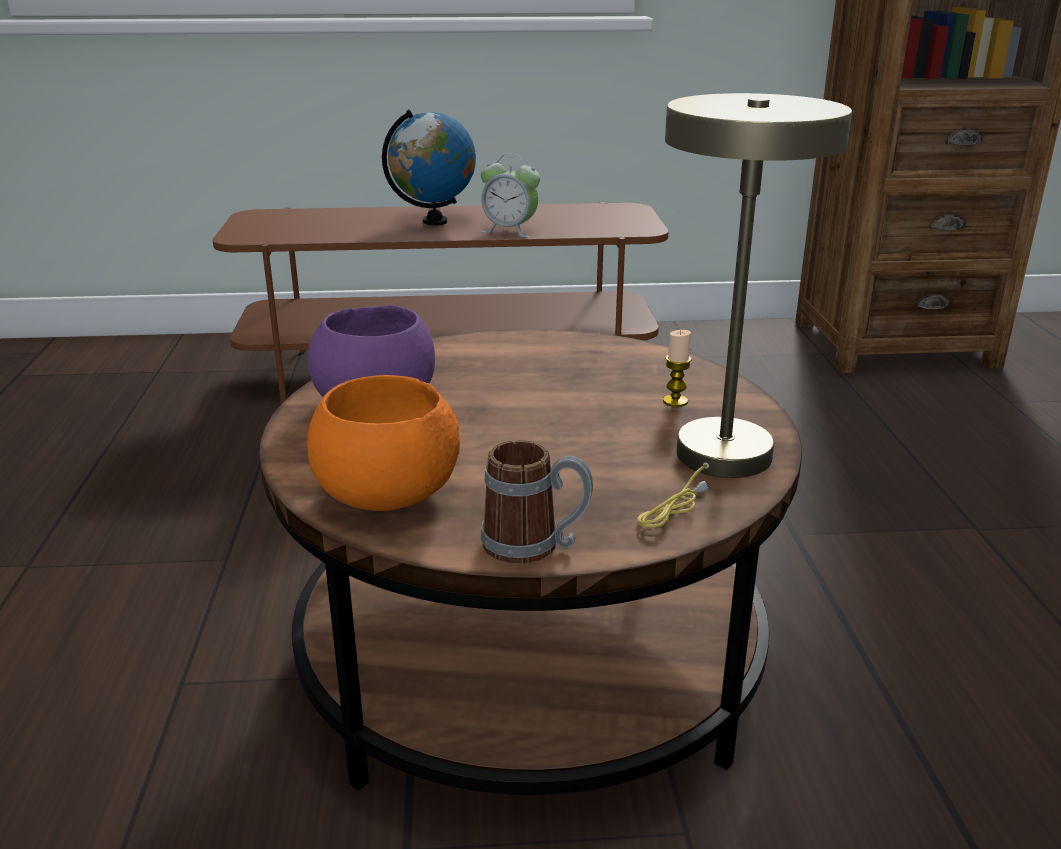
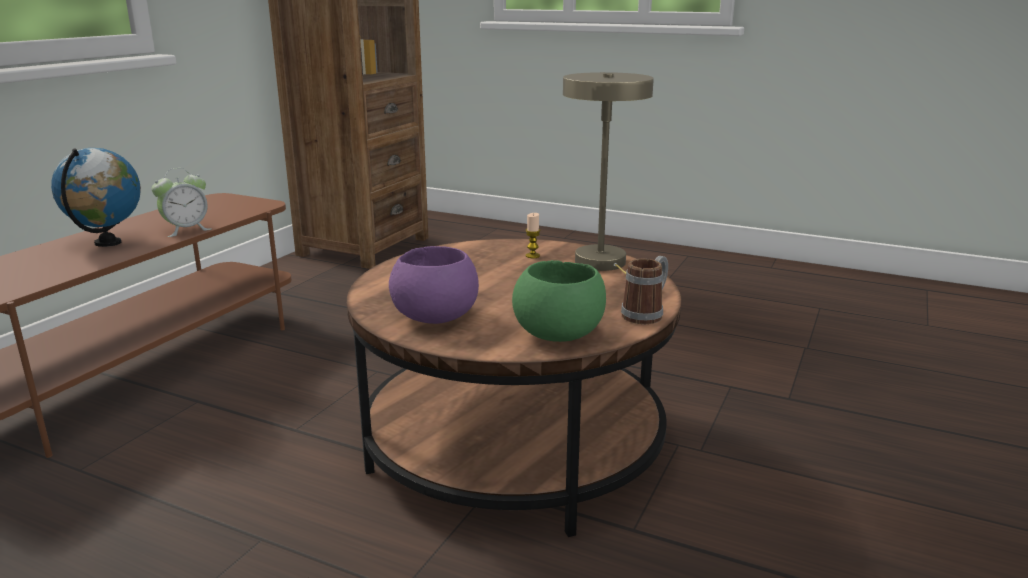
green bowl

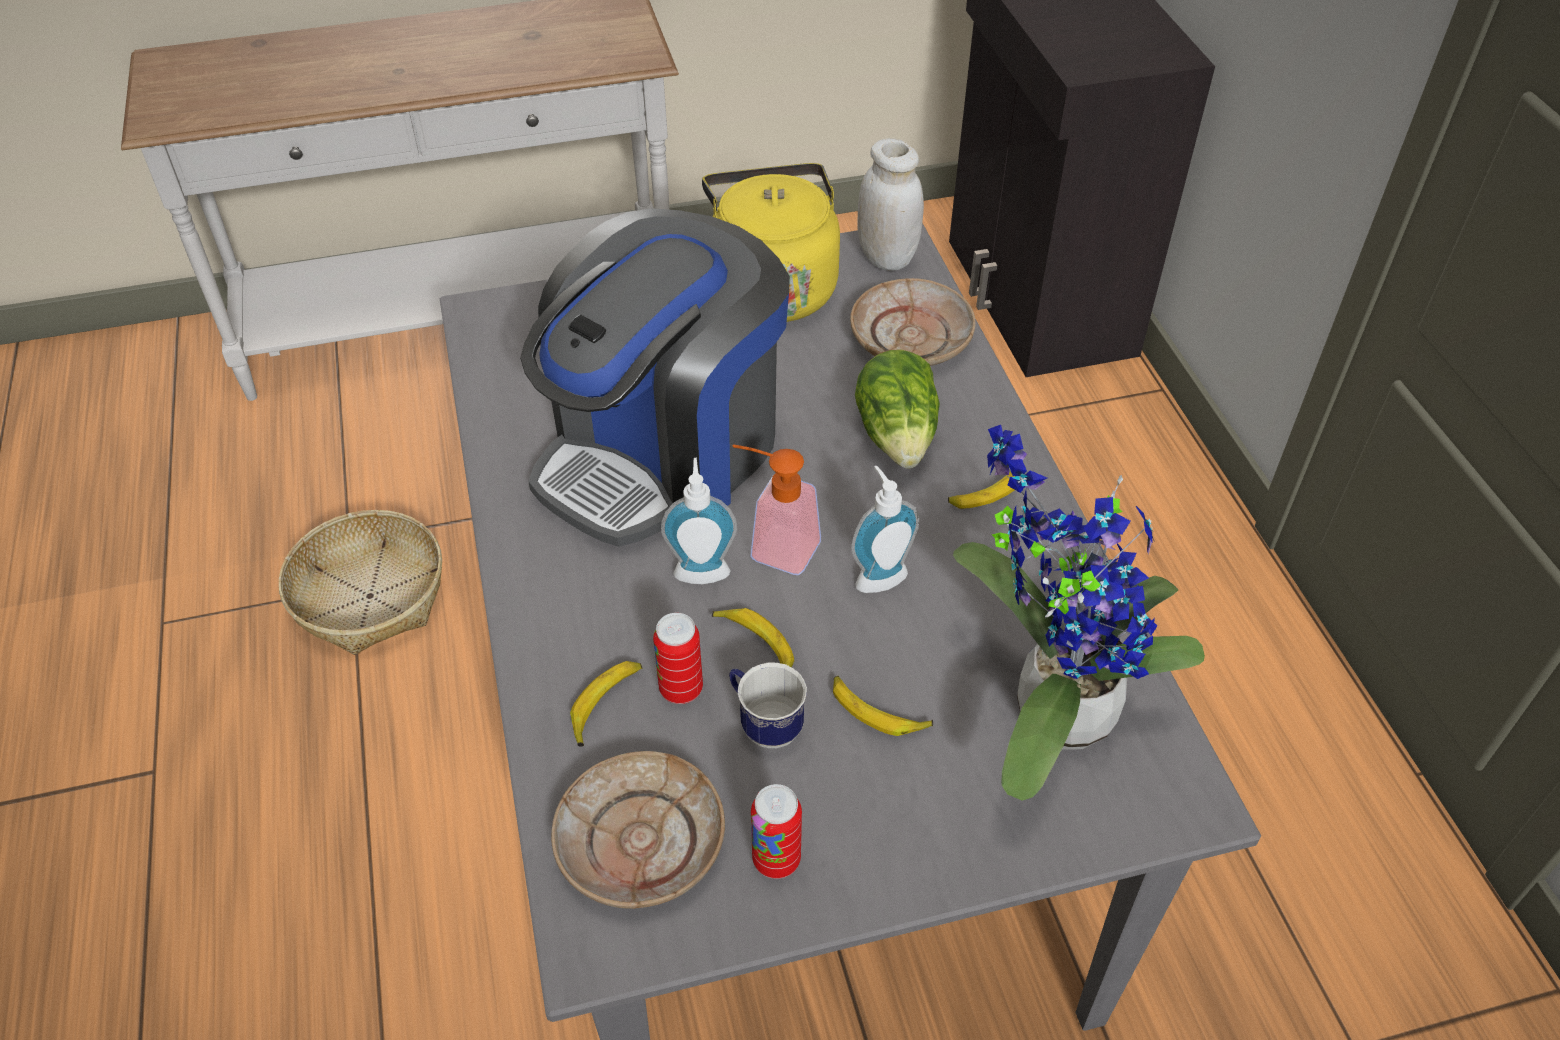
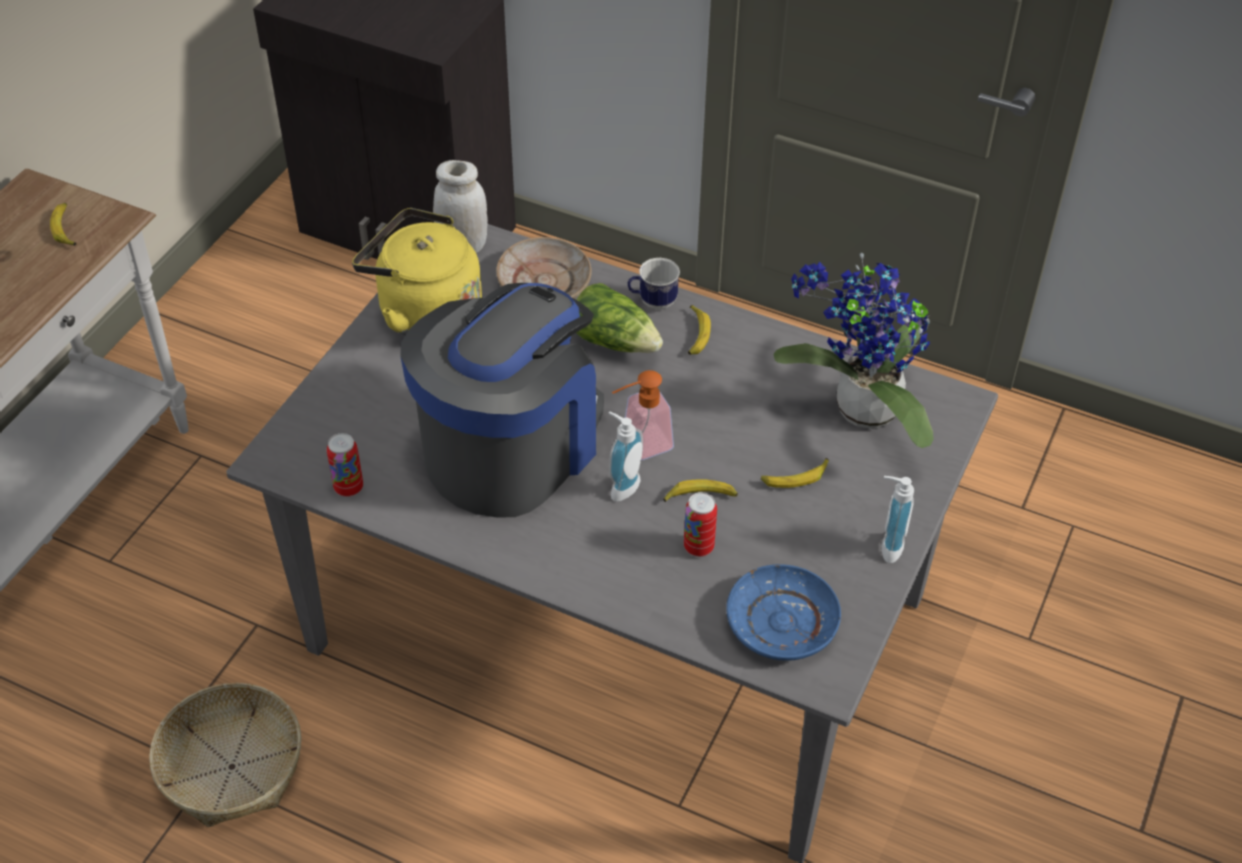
banana (no. 1 from left)
can (no. 1 from left)
coffee machine
mug
blue plate
soap dispenser (no. 3 from left)

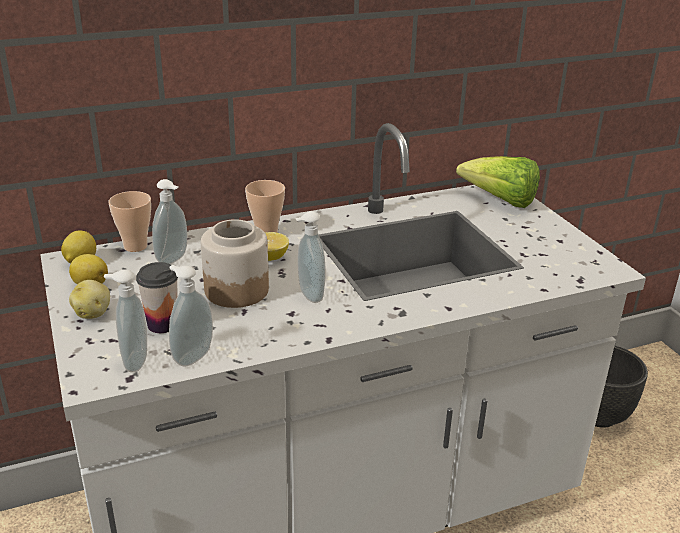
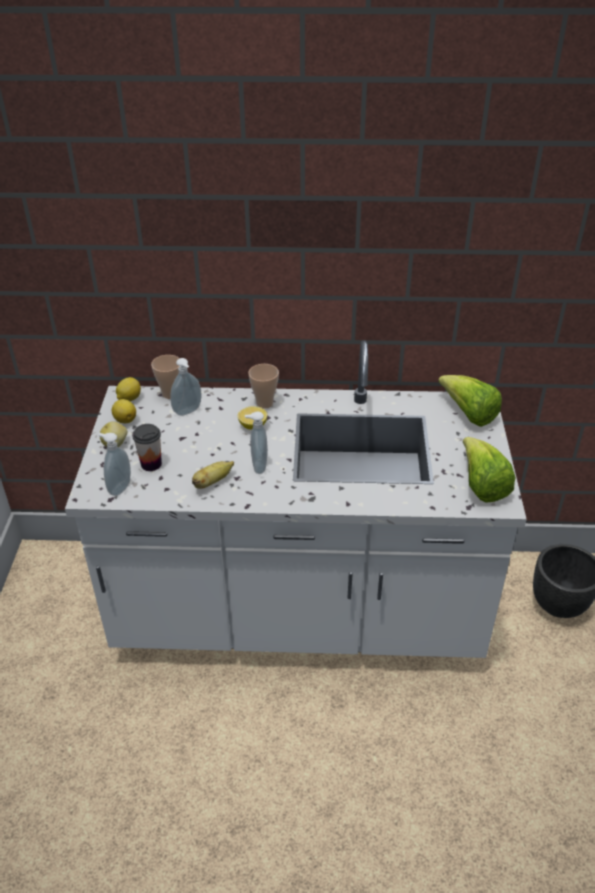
banana
lettuce (no. 2 from left)
soap dispenser (no. 3 from left in the first image)
jar

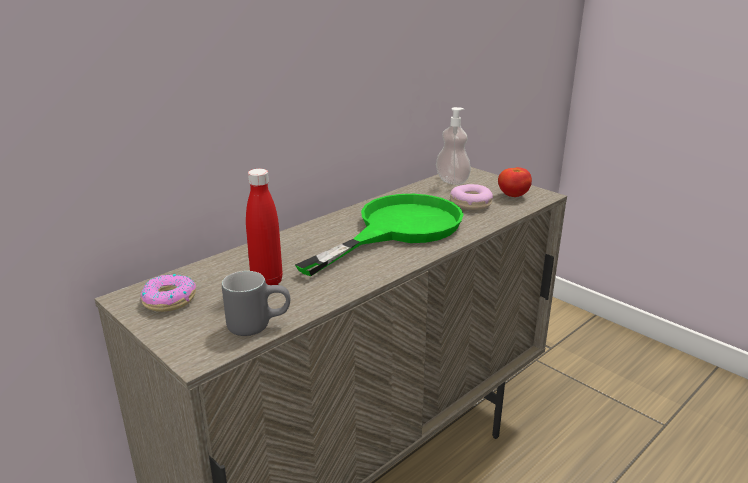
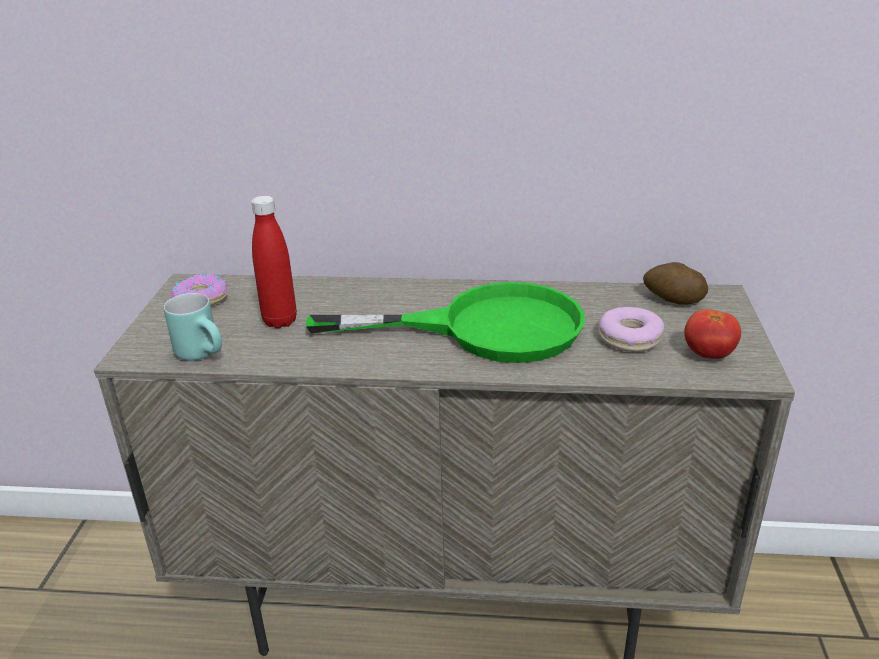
turquoise mug
potato

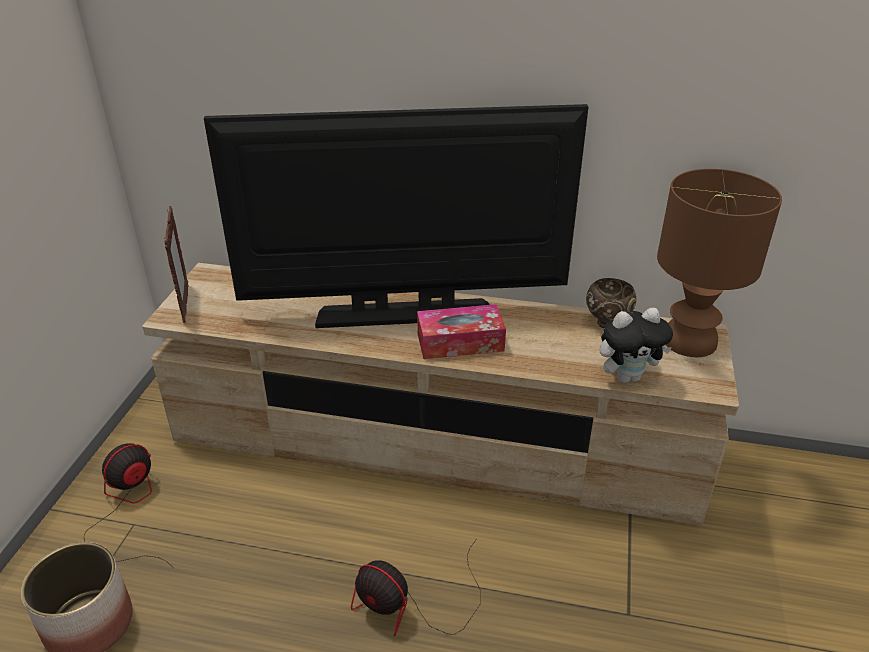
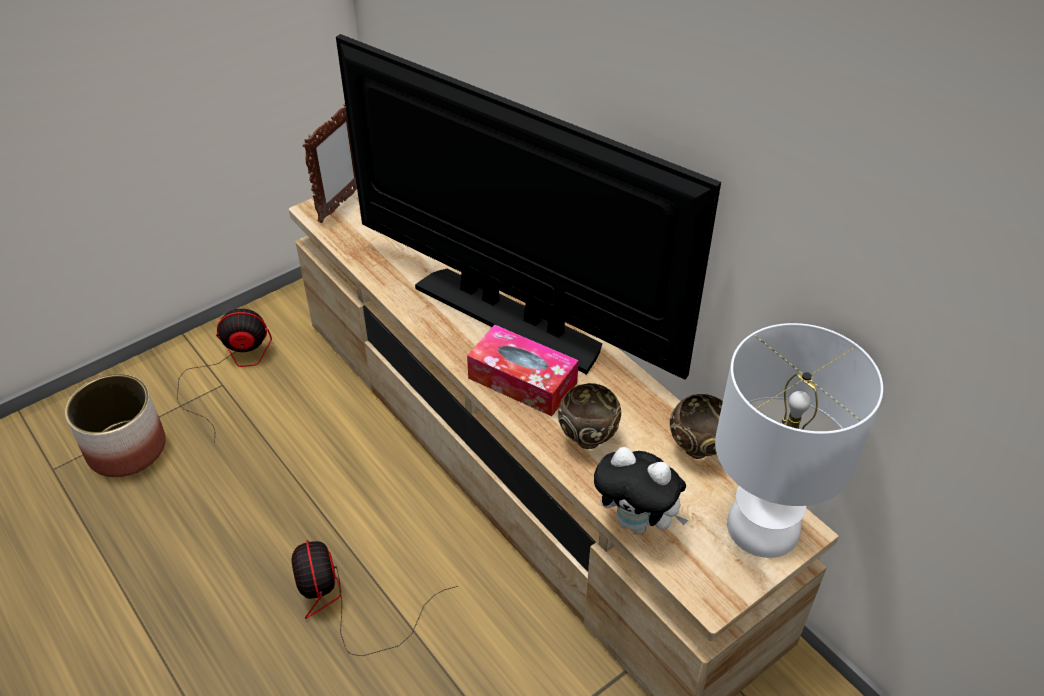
brown bowl (no. 1 from left)
white table lamp

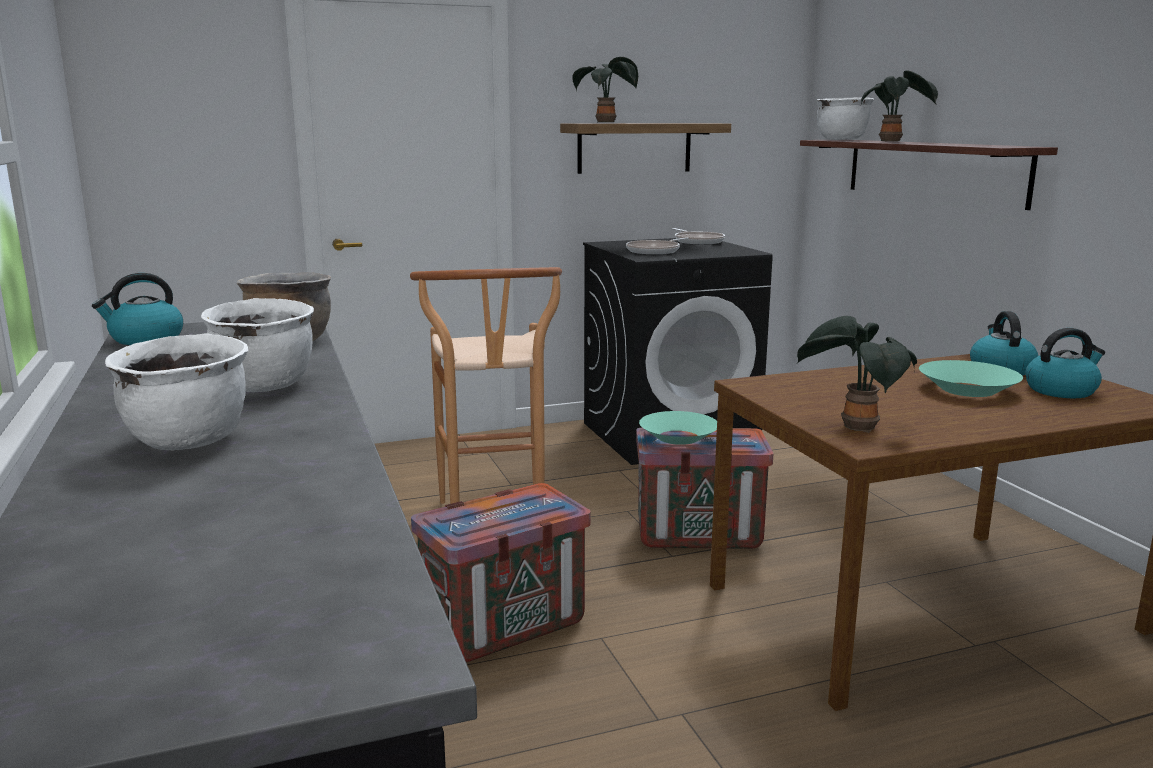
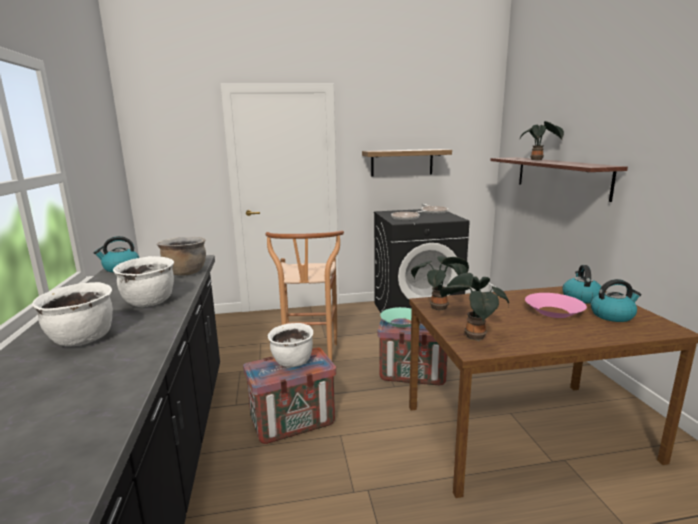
white cooking pot (no. 3 from left)
potted plant (no. 1 from left)
pink bowl

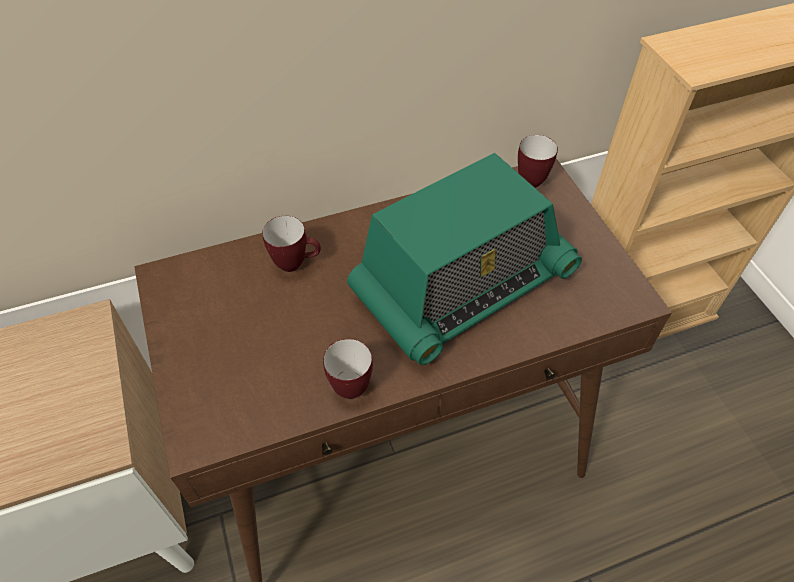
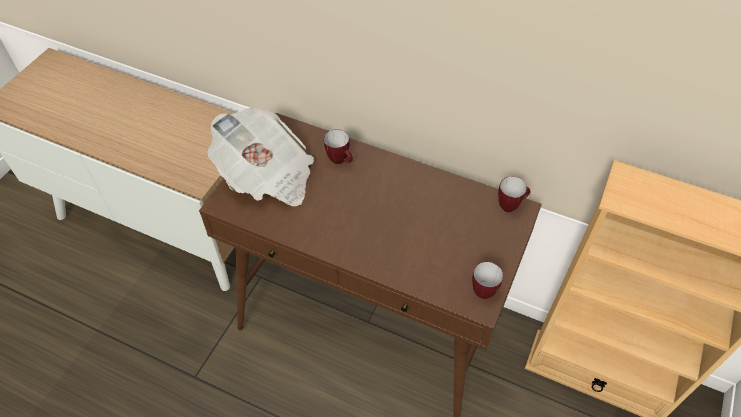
newspaper
mug (no. 2 from left)
radio

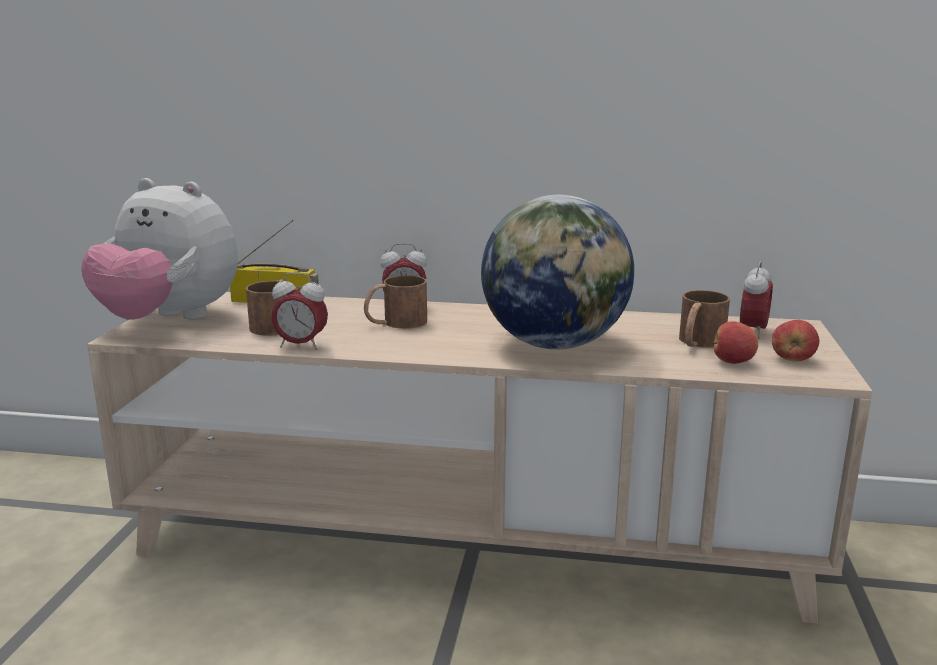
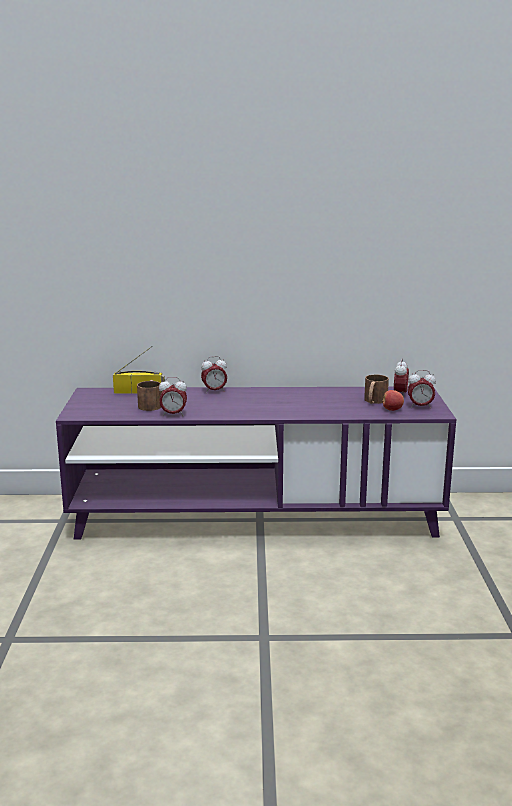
purple tv stand
alarm clock (no. 4 from left)
plush toy
brown mug (no. 2 from left in the first image)
globe

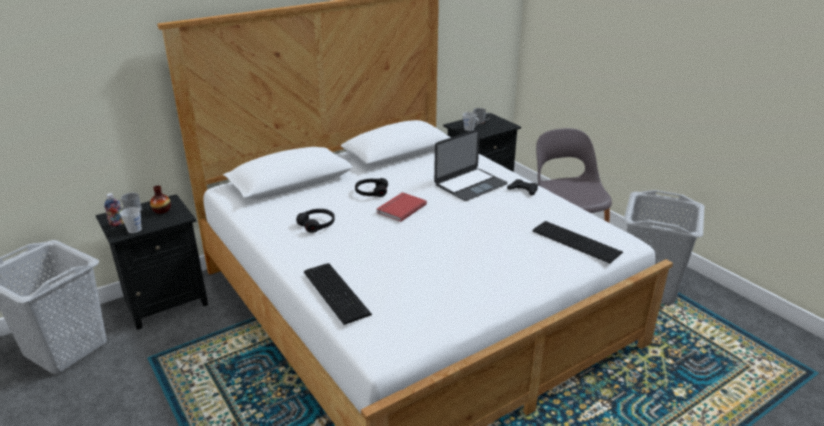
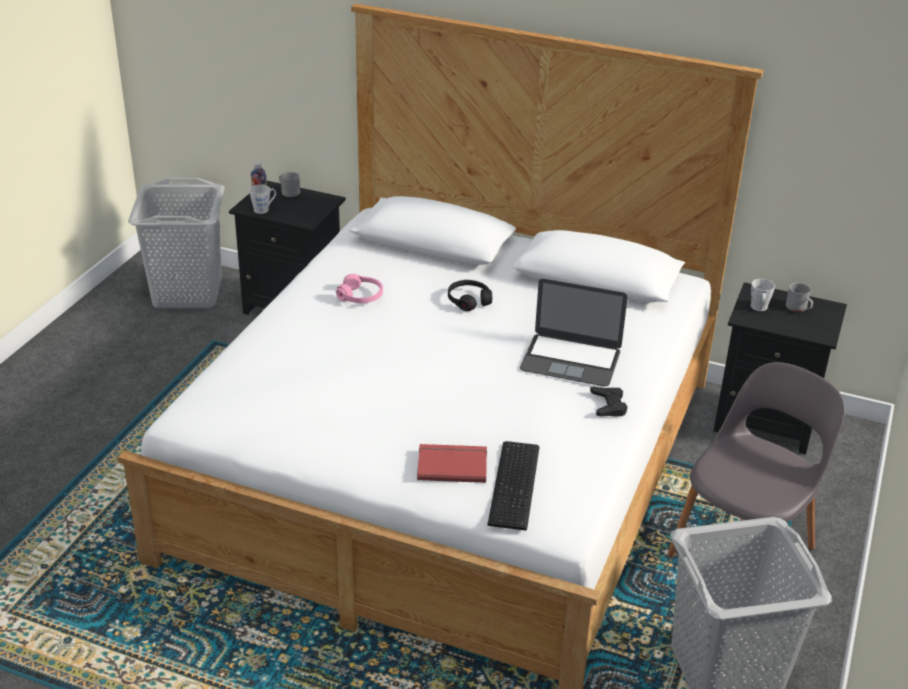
pink headphones
red book
vase
keyboard (no. 1 from left in the first image)

